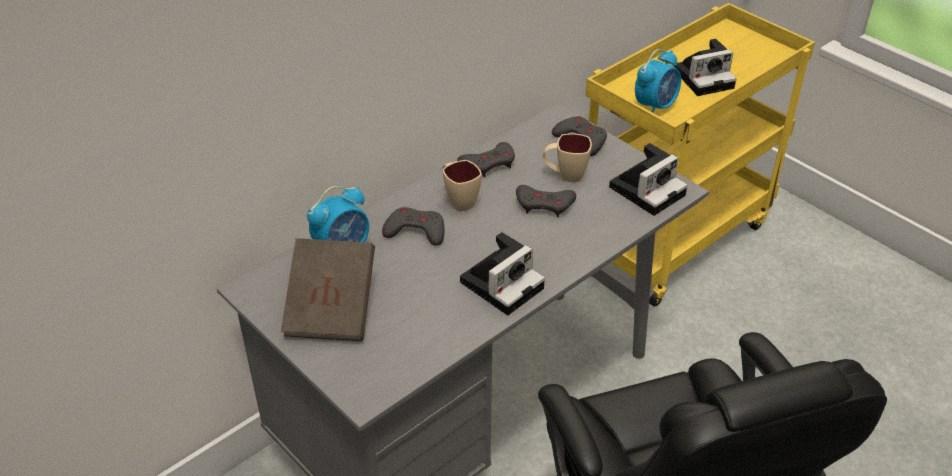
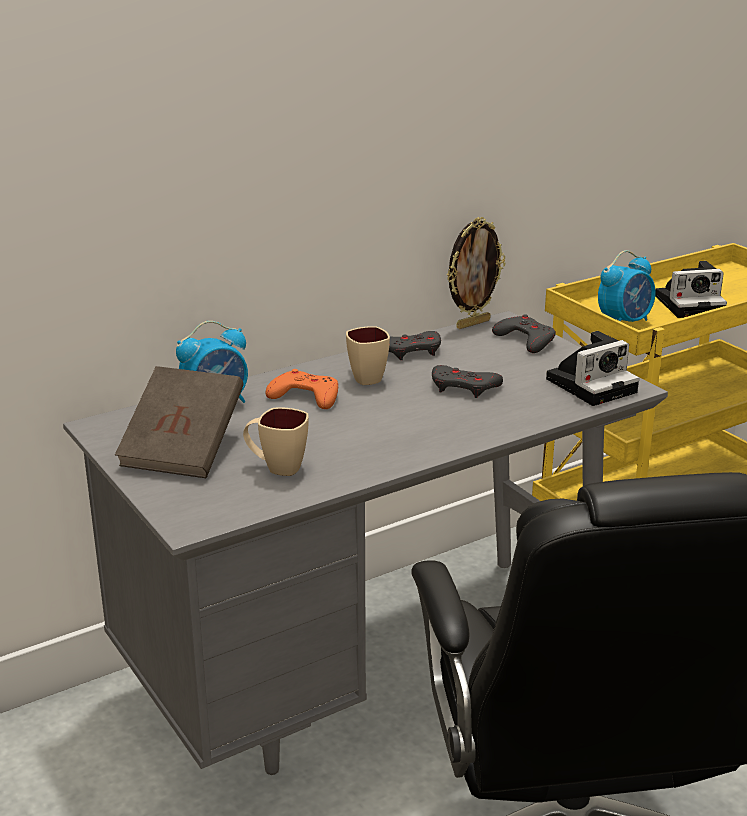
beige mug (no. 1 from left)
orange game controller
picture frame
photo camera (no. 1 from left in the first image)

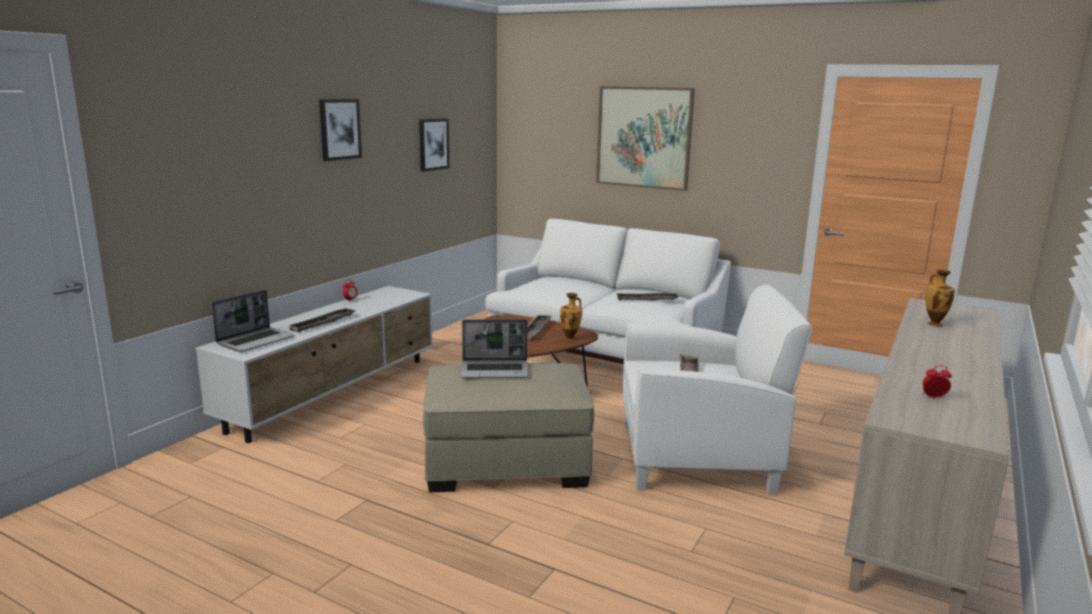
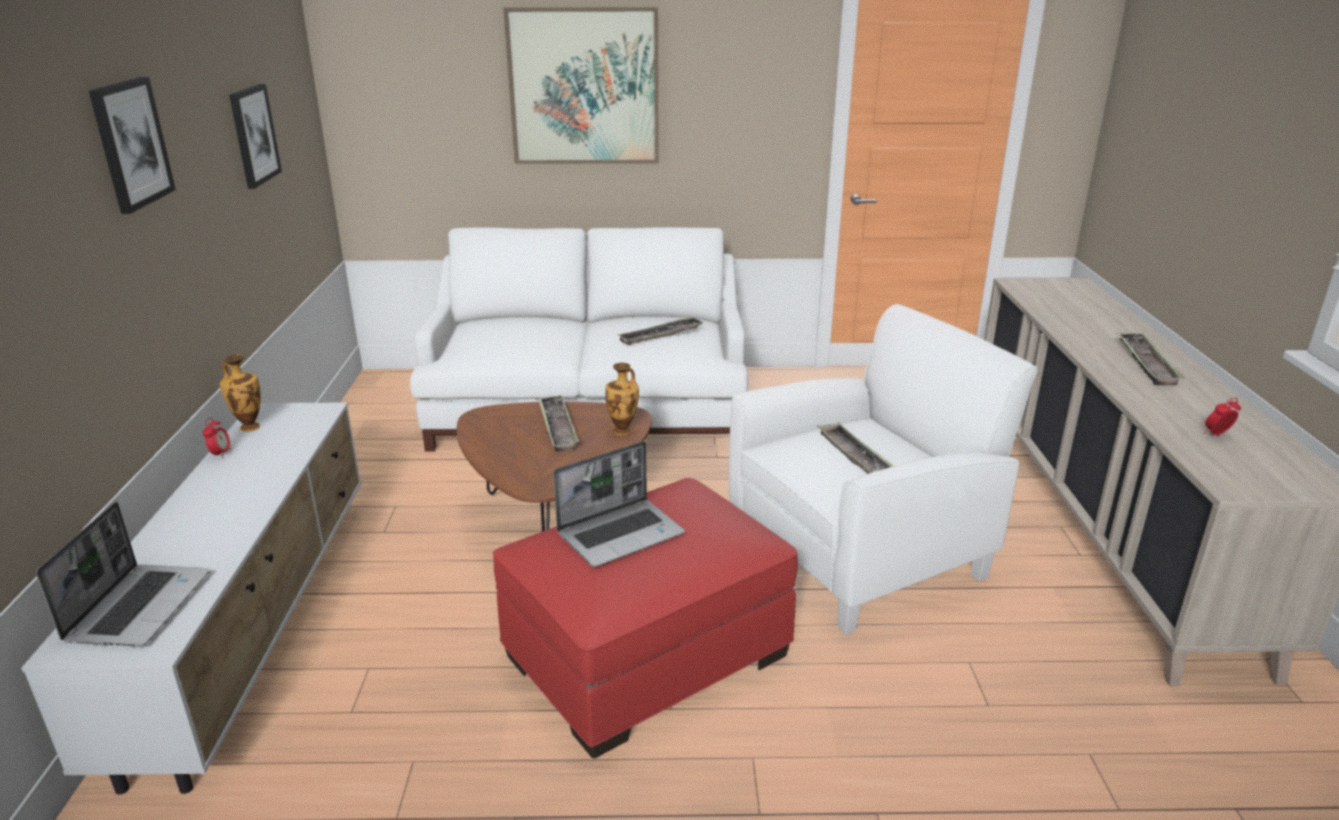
vase (no. 1 from left)
red ottoman
tray (no. 4 from left)

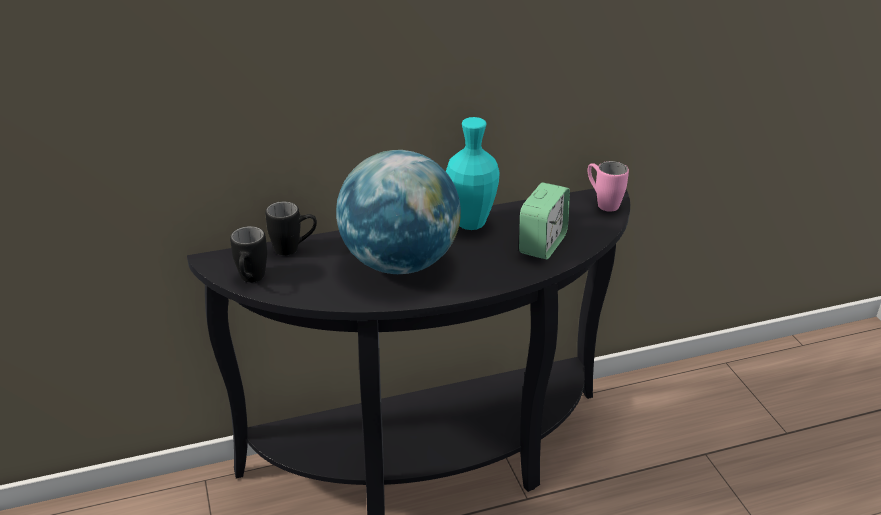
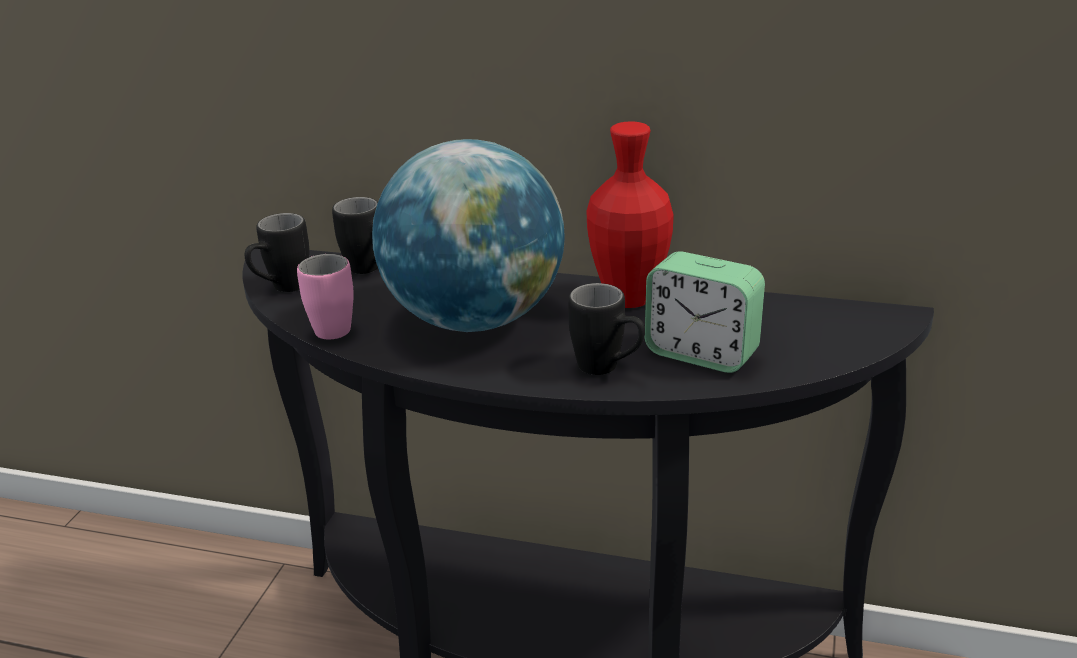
pink mug
black mug (no. 3 from left)
red vase
alarm clock

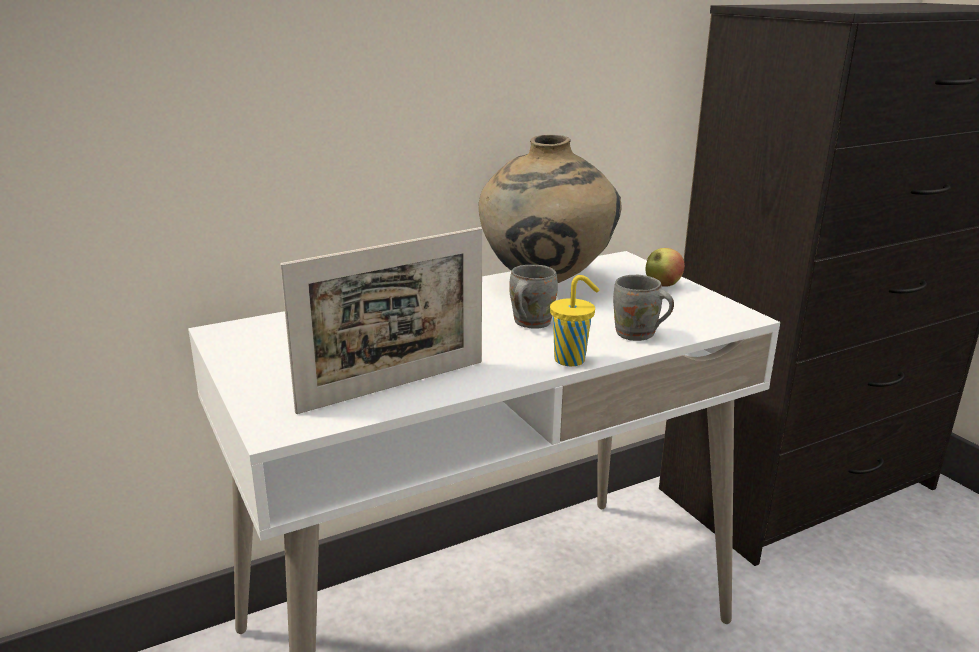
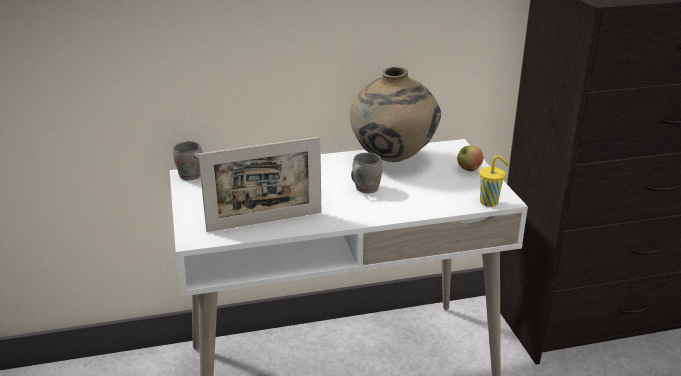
grey mug (no. 1 from left)
yellow cup

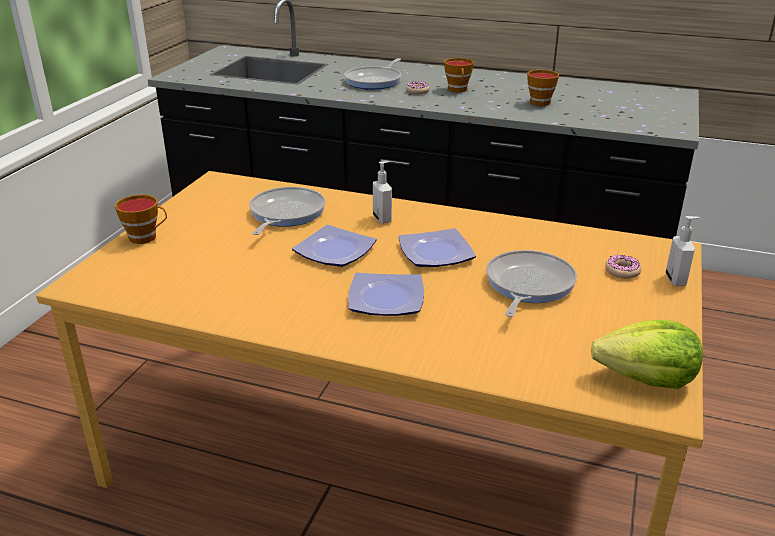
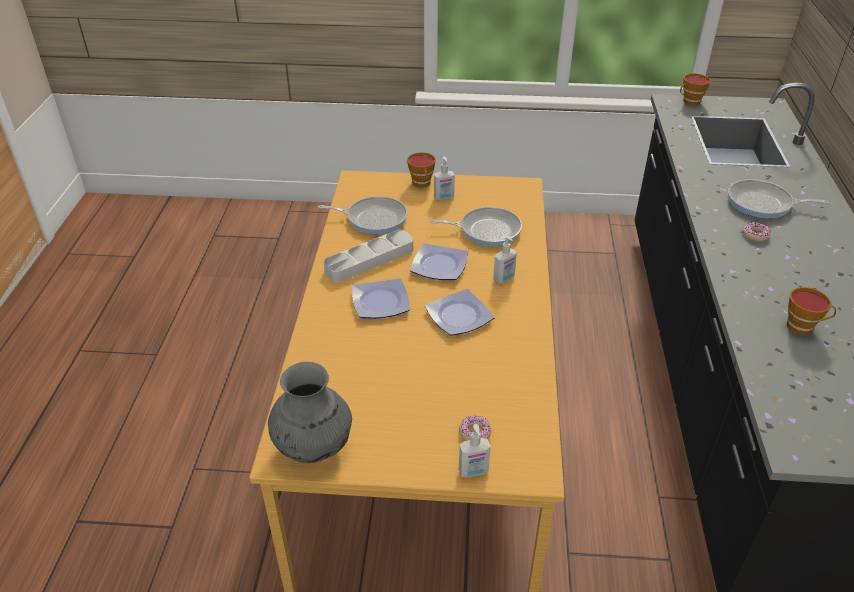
grey vase
frying pan (no. 1 from left)
grey tray
soap dispenser (no. 1 from left)
cup (no. 2 from left)

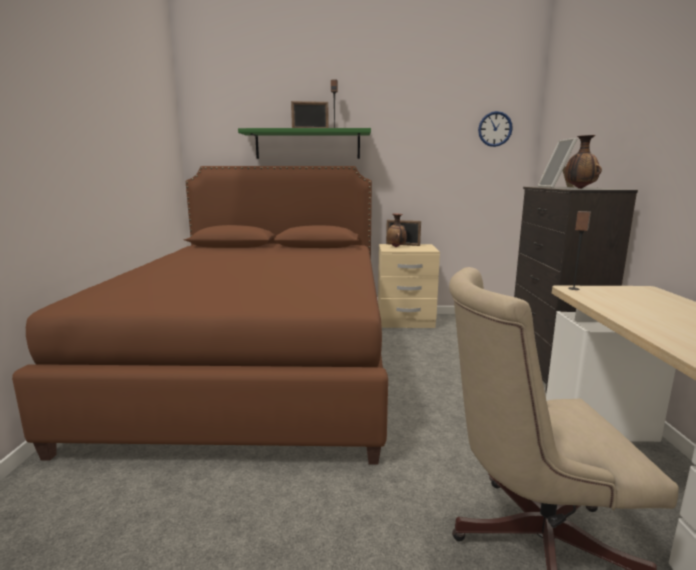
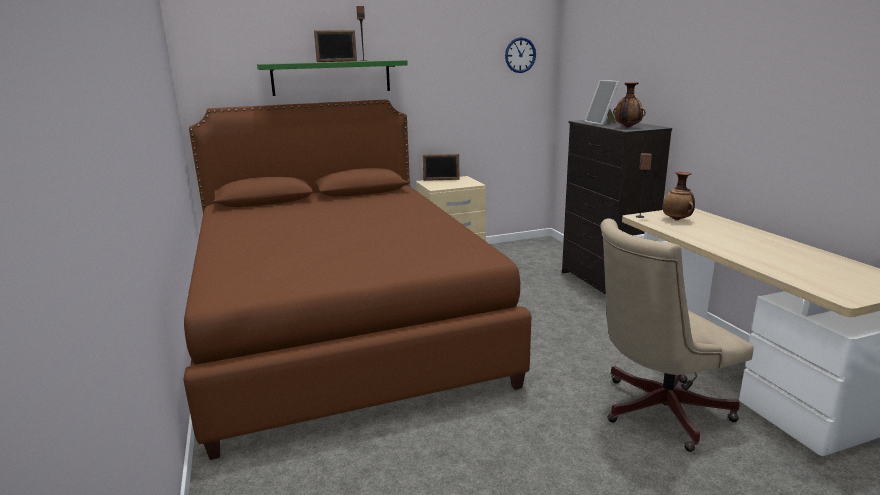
vase (no. 2 from left)

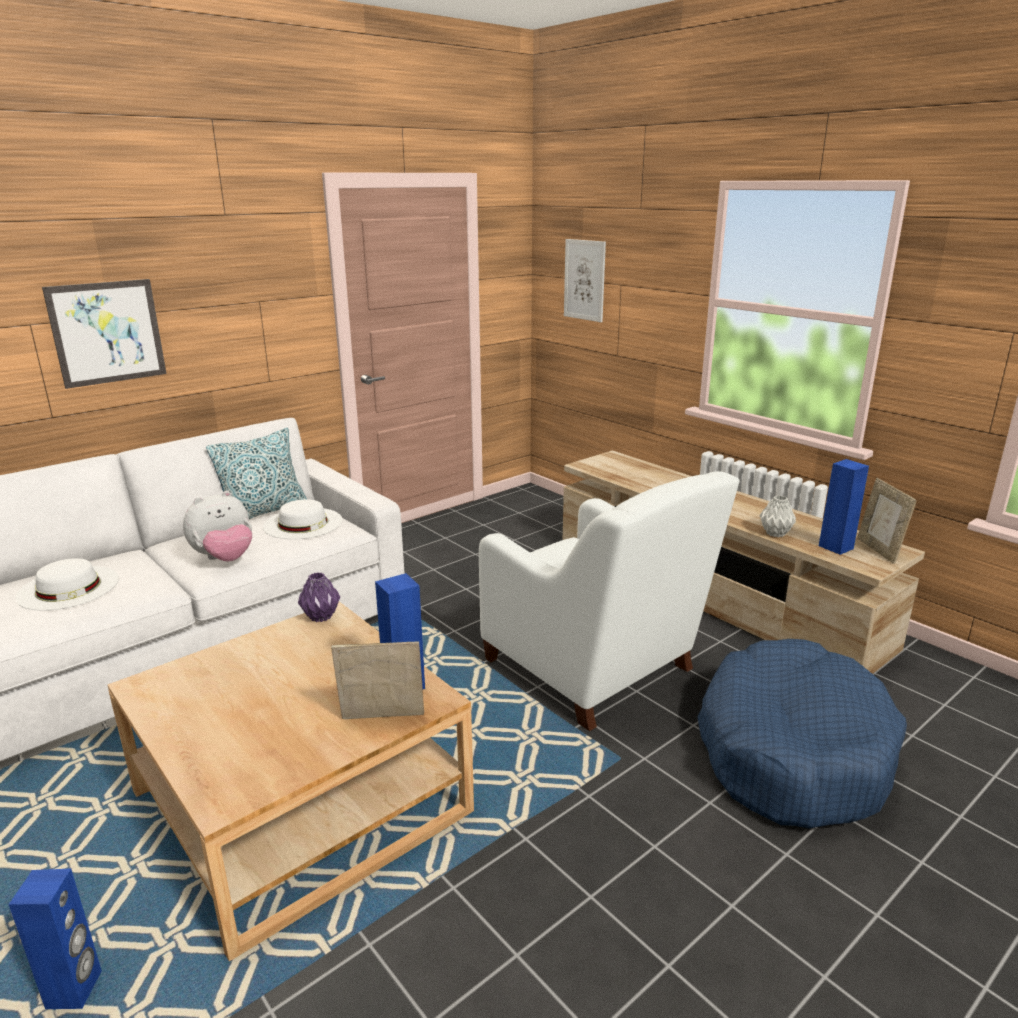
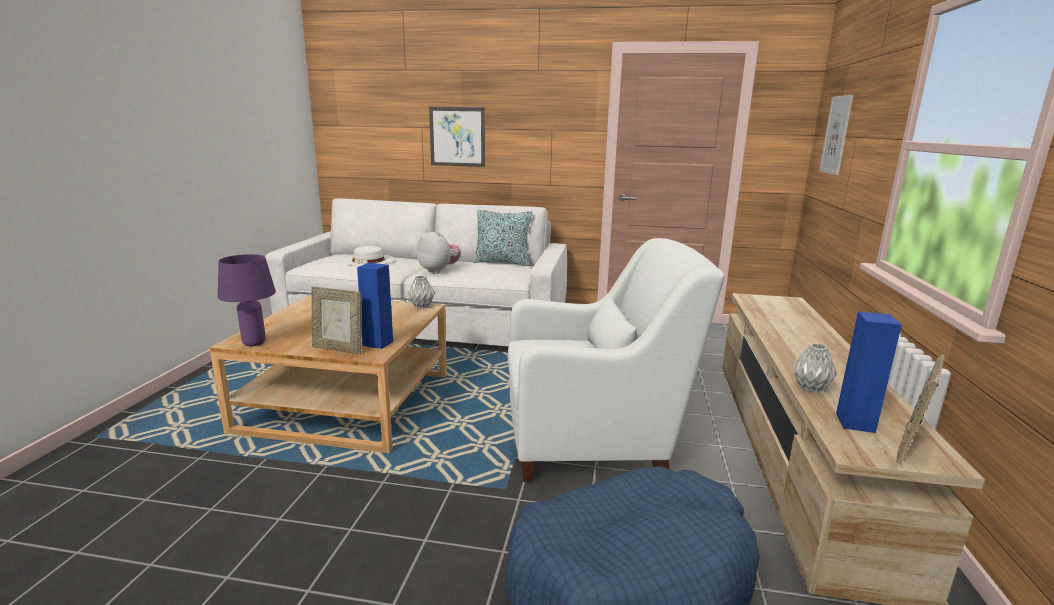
purple table lamp
picture frame (no. 1 from left)
grey vase (no. 1 from left)
plush toy
white armchair
blue speaker (no. 1 from left in the first image)
white hat (no. 2 from left in the first image)

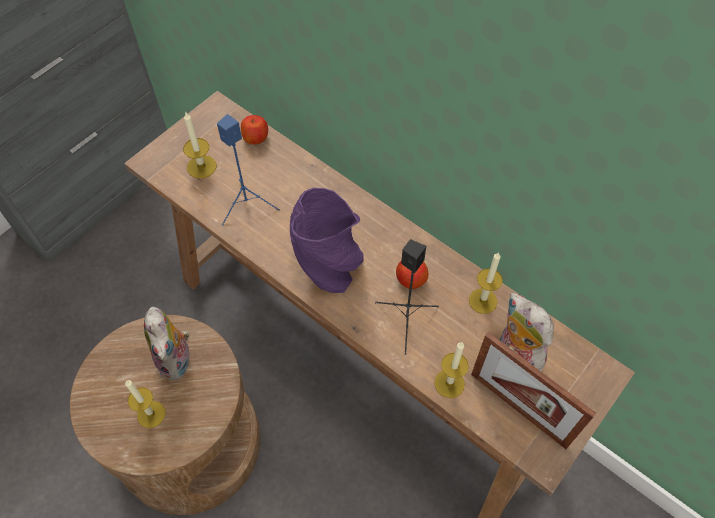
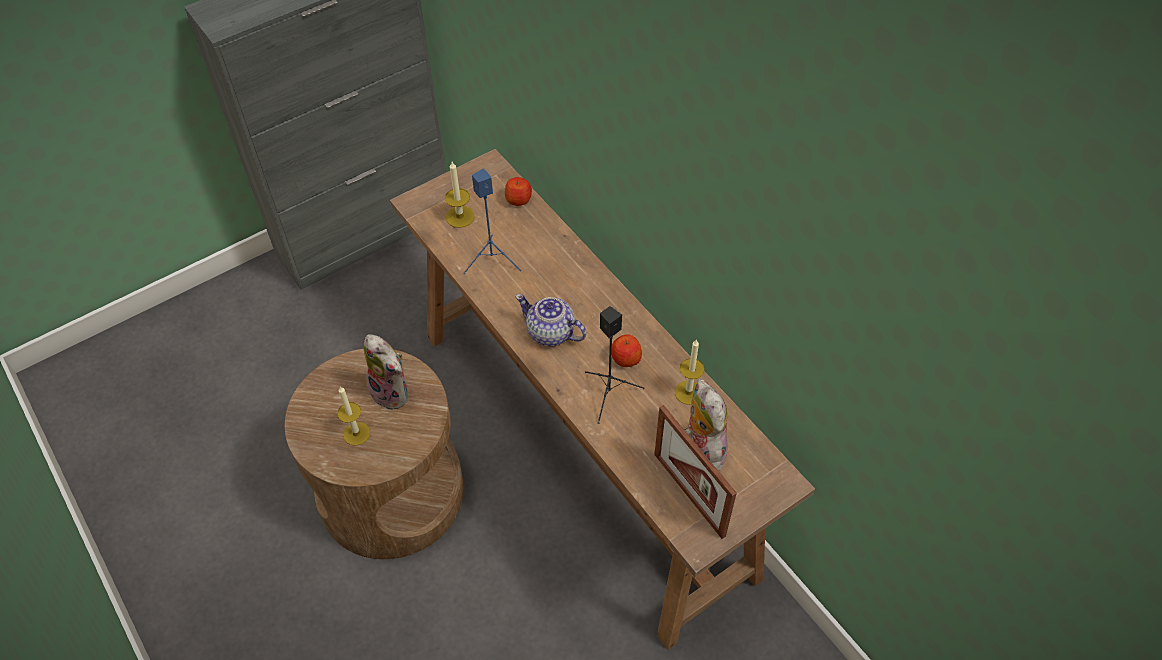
plush toy (no. 1 from left)
teapot
candle (no. 3 from left in the first image)

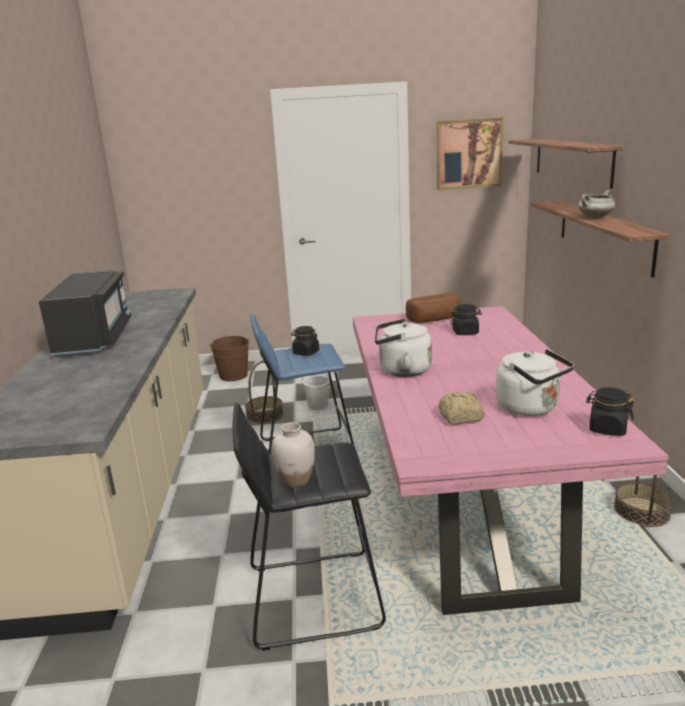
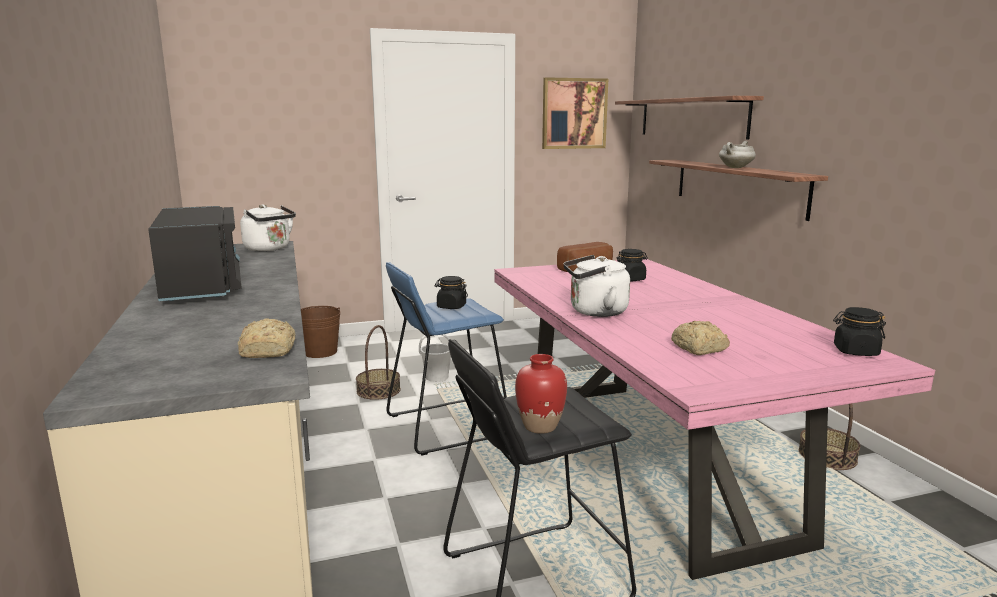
bread (no. 1 from left)
white kettle (no. 1 from left)
red vase

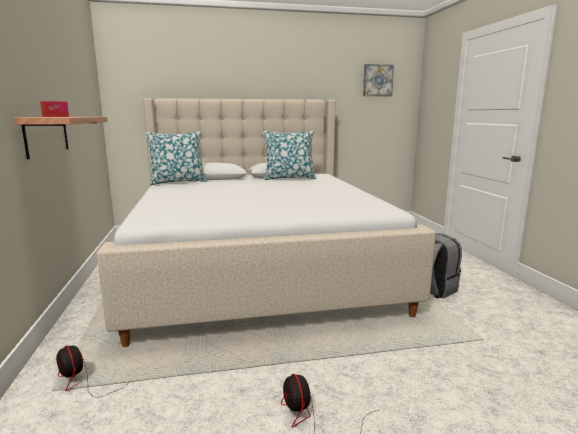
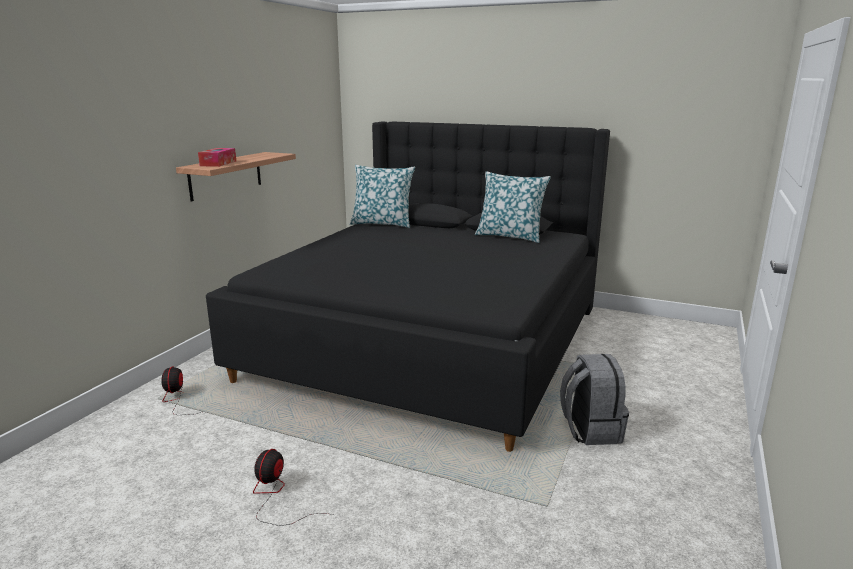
black bed
picture

